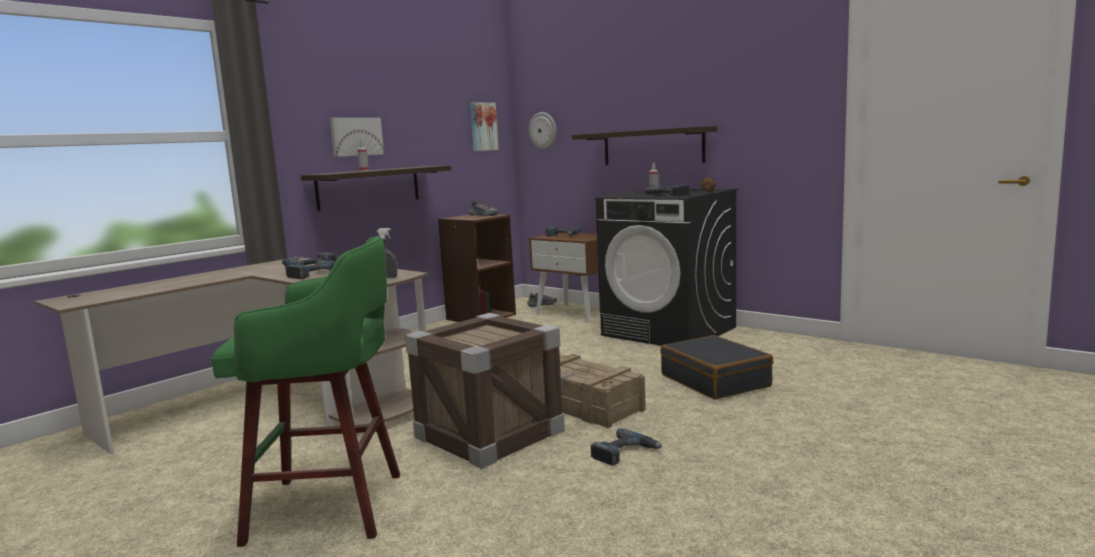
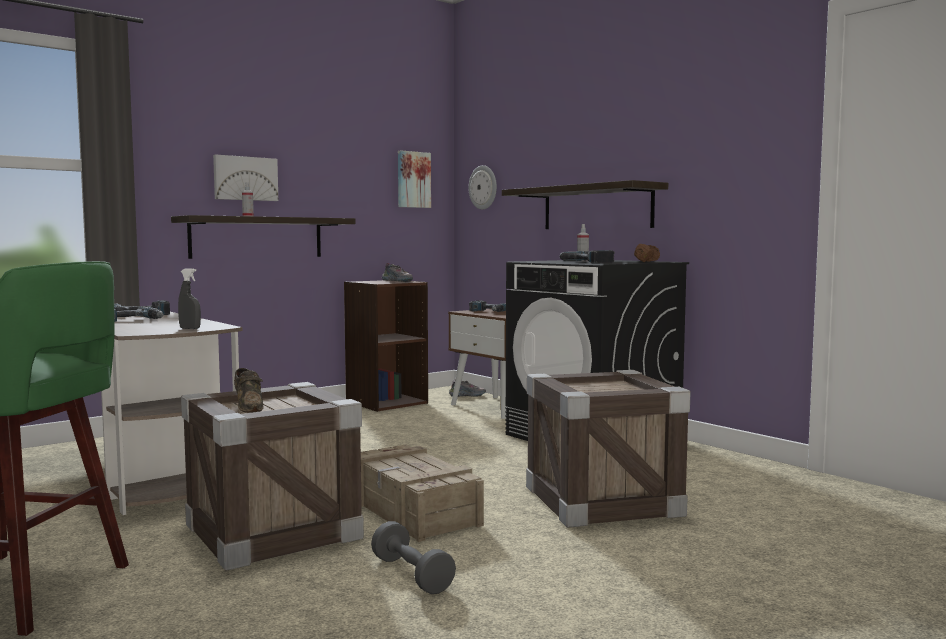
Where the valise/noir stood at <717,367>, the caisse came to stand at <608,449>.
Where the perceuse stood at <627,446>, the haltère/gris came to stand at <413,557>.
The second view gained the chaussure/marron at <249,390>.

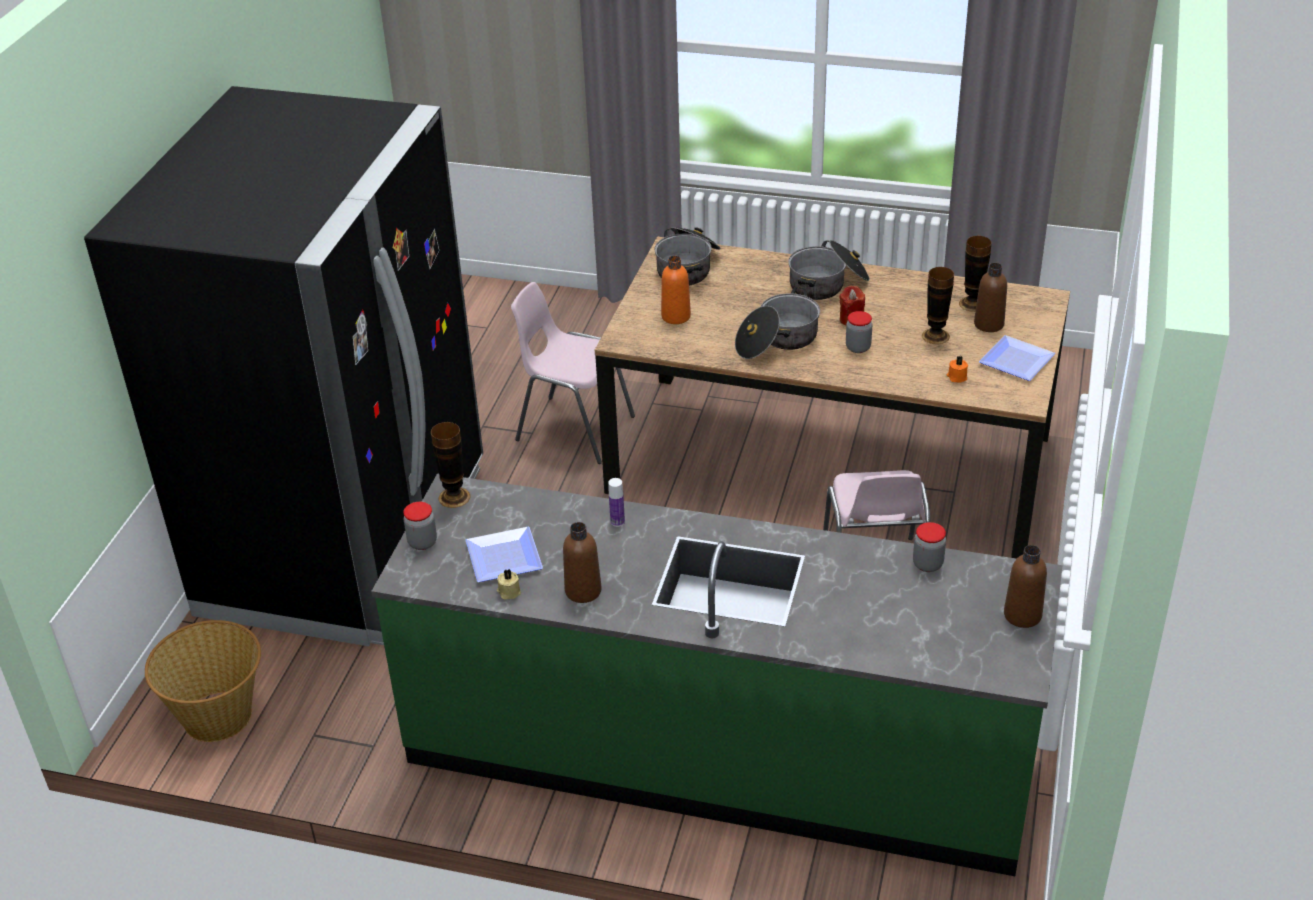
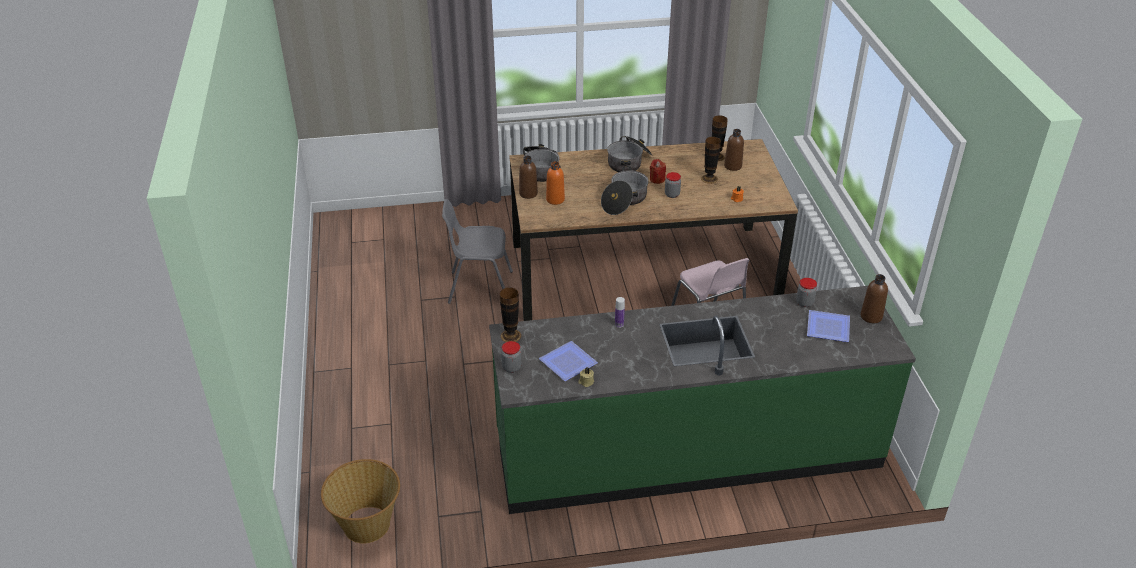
The second view lost the réfrigérateur/noir at <283,366>.
What was the chaise/rose at <573,373> turned into the chaise/gris at <477,251>.
The assiette ended up elsewhere, having gone from <1017,358> to <828,326>.
The bouteille/marron ended up elsewhere, having gone from <582,562> to <528,177>.

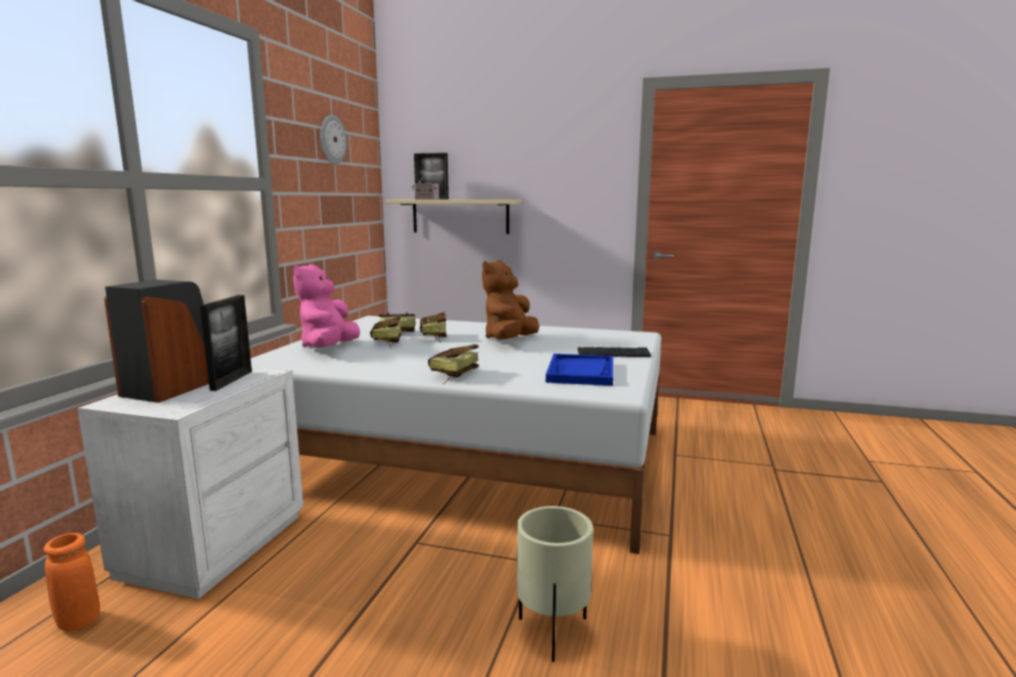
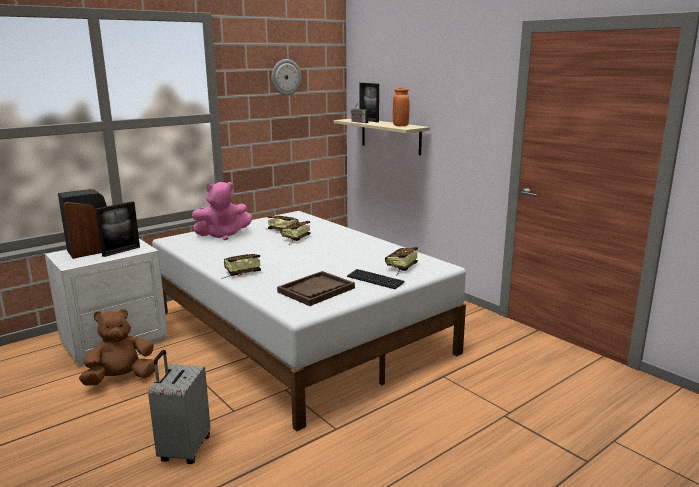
The peluche/marron ended up elsewhere, having gone from <510,300> to <117,347>.
The peluche/rose at <326,306> ended up facing another way, 150 degrees counterclockwise from before.
The livre ended up elsewhere, having gone from <385,332> to <401,261>.
What was the plateau/bleu at <579,370> turned into the plateau/marron at <316,288>.
Where the cache-pot/beige stood at <555,584>, the valise/gris came to stand at <179,407>.
The vase/orange ended up elsewhere, having gone from <71,582> to <401,107>.

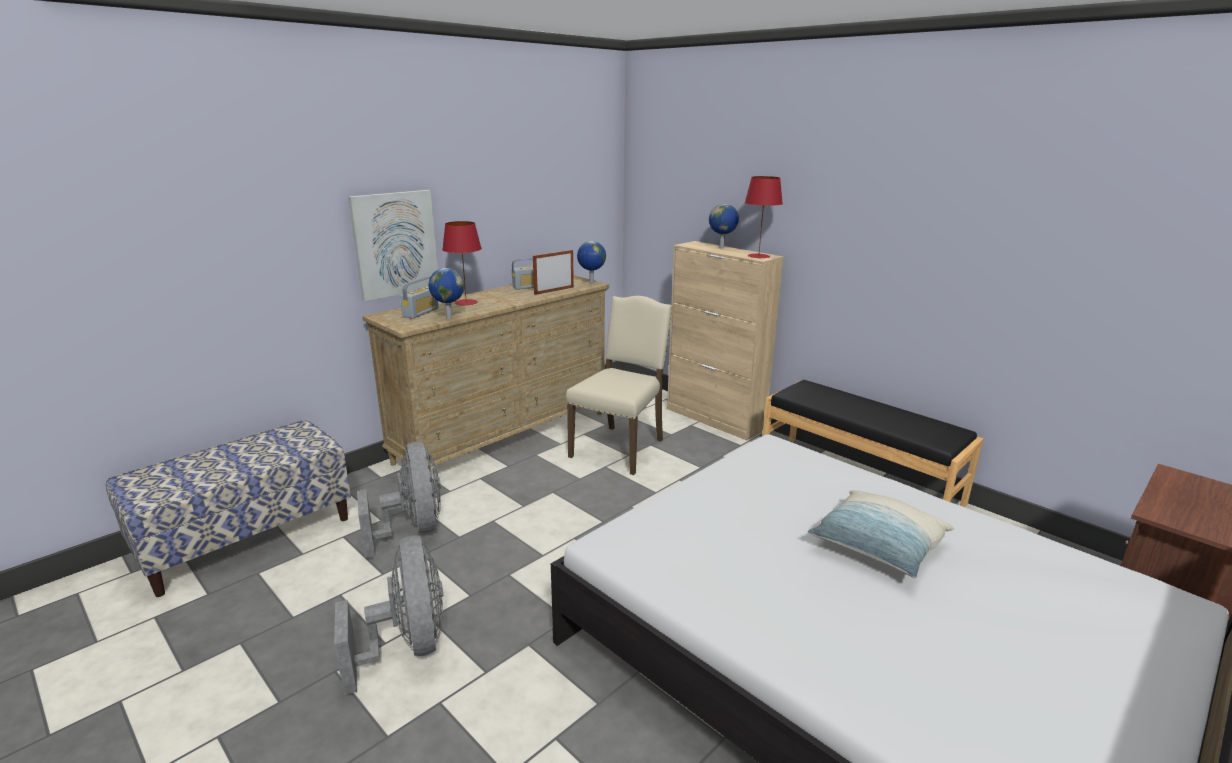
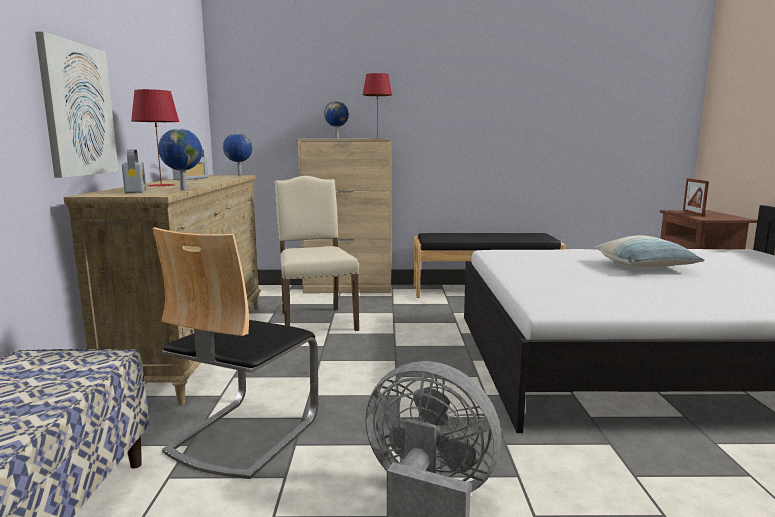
The cadre photo ended up elsewhere, having gone from <553,272> to <696,197>.
Where the ventilateur/gris stood at <399,500>, the chaise came to stand at <235,353>.

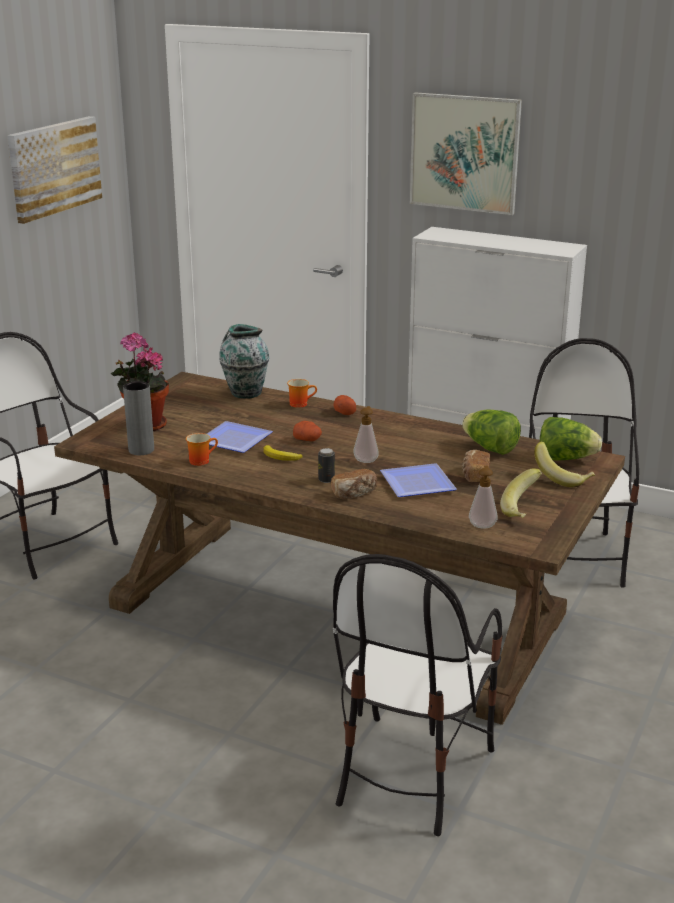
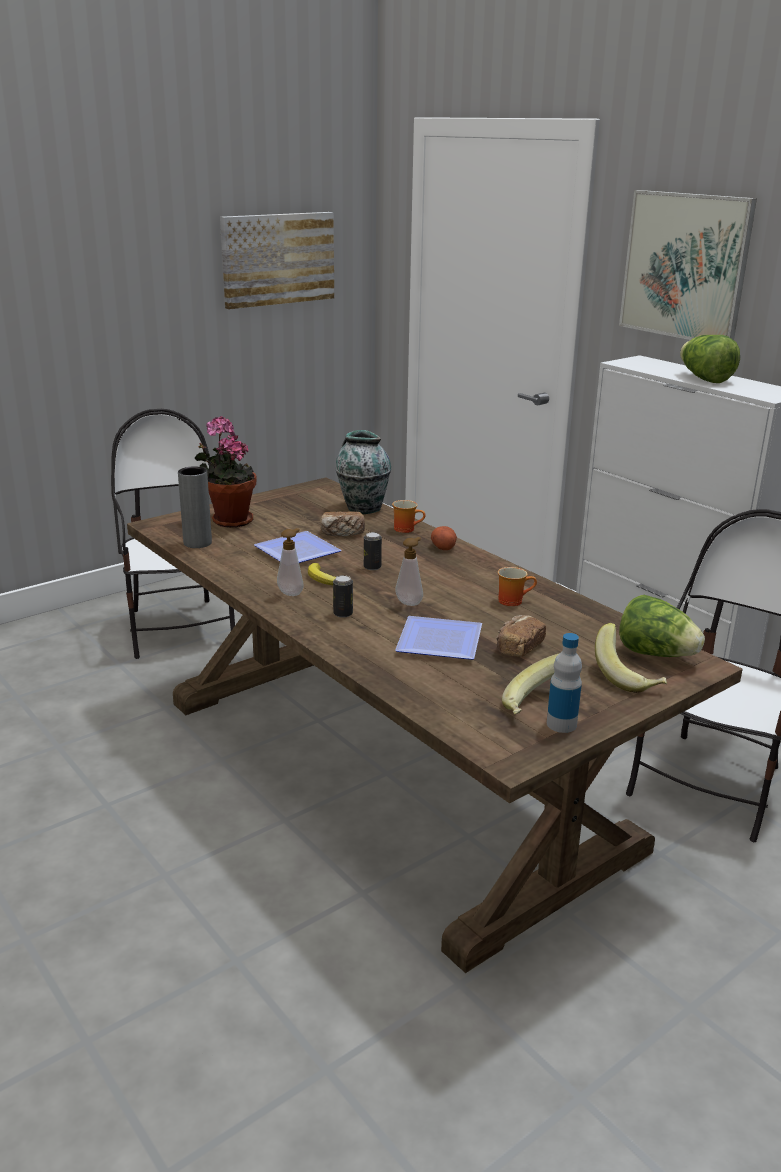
The laitue ended up elsewhere, having gone from <491,432> to <710,359>.
Where the pomme de terre stood at <307,431>, the boîte métallique came to stand at <373,551>.
The mug ended up elsewhere, having gone from <202,449> to <517,586>.
The distributeur de savon ended up elsewhere, having gone from <483,497> to <290,562>.
The pain ended up elsewhere, having gone from <354,484> to <343,523>.
The second view lost the chaise at <417,695>.
The second view gained the bouteille at <564,683>.

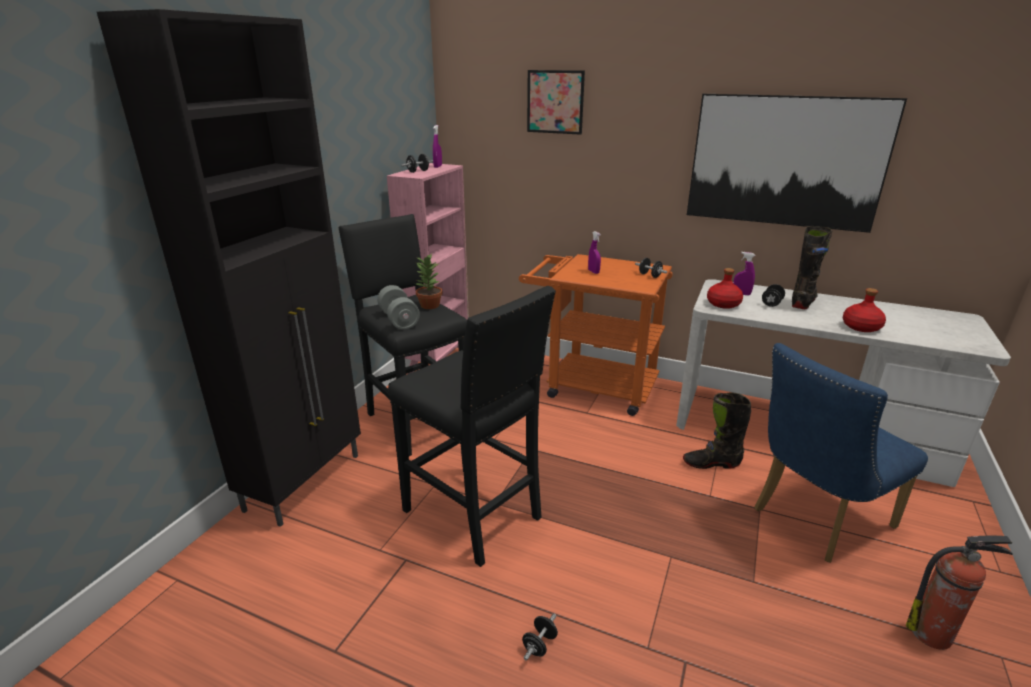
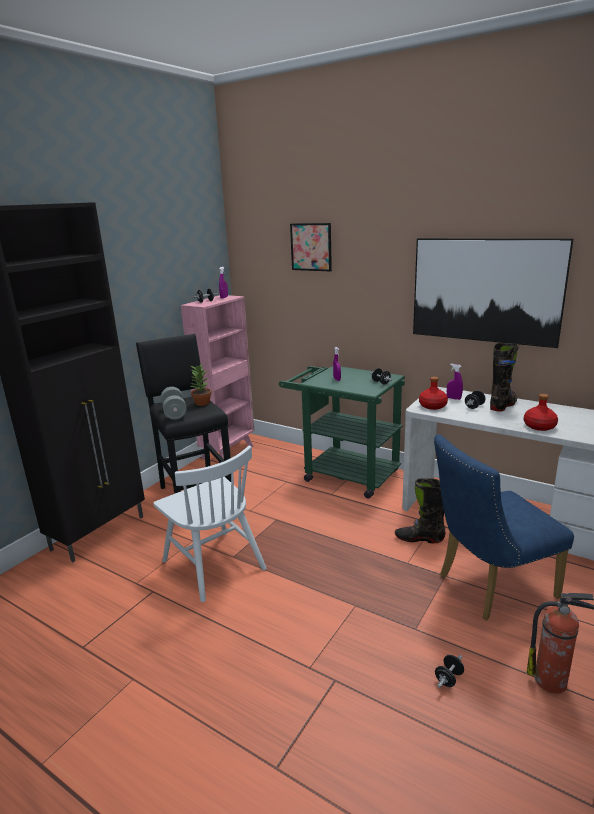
What was the chariot/orange at <596,335> turned into the chariot/vert at <342,432>.
Where the tabouret/noir stood at <472,426>, the chaise/blanc came to stand at <210,524>.
The haltère/noir ended up elsewhere, having gone from <540,637> to <449,671>.

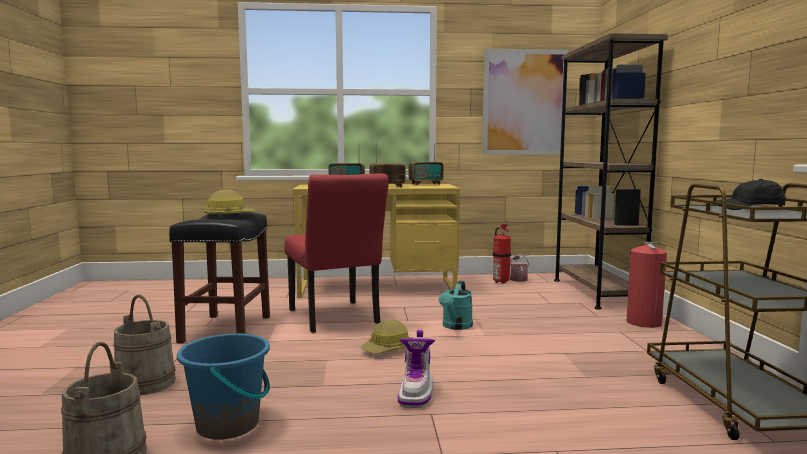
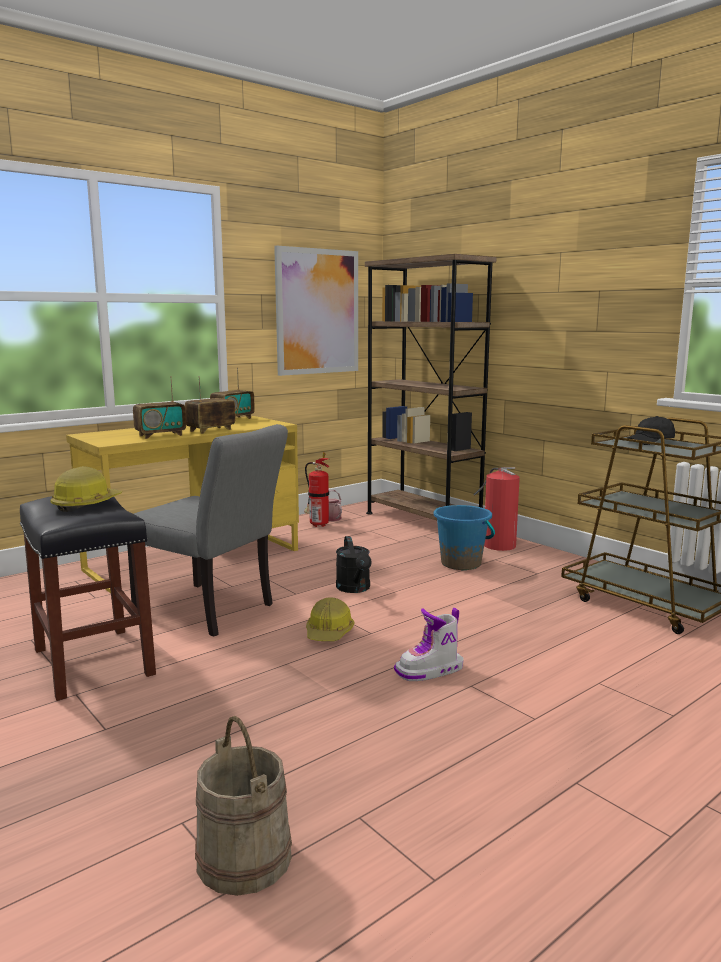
What was the chaise/rouge at <337,253> turned into the chaise/gris at <207,530>.
What was the arrosoir/turquoise at <456,305> turned into the arrosoir/noir at <354,564>.
The second view lost the seau/beige at <144,345>.
The botte at <416,369> ended up facing another way, 90 degrees clockwise from before.
The seau/bleu ended up elsewhere, having gone from <223,386> to <464,537>.

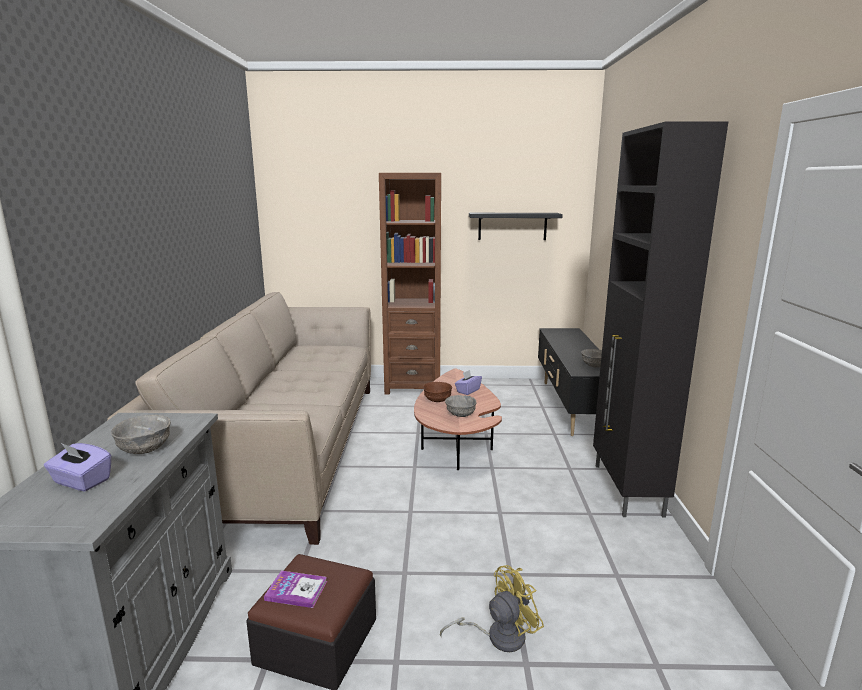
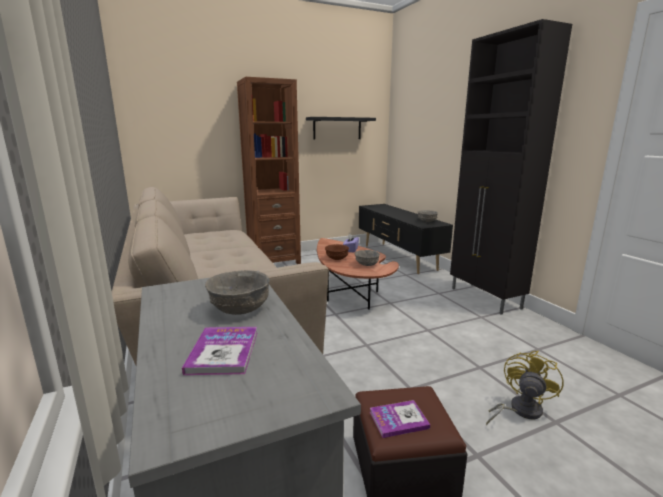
Where the boîte à mouchoirs/violet stood at <77,467>, the livre came to stand at <219,351>.

